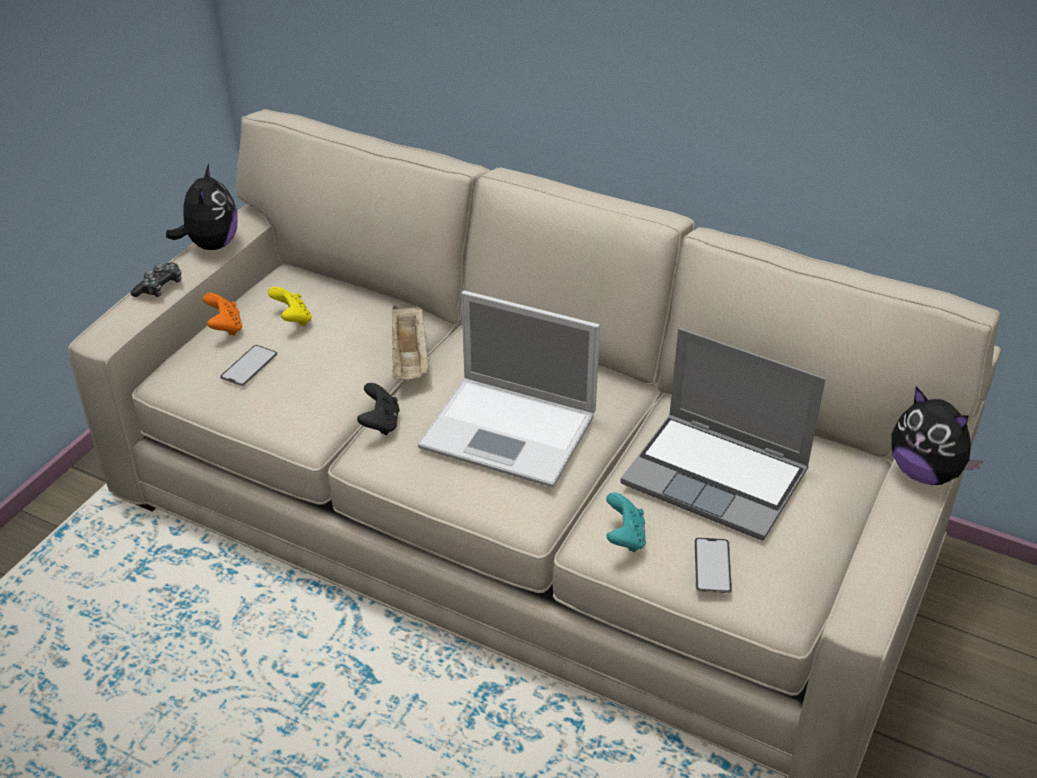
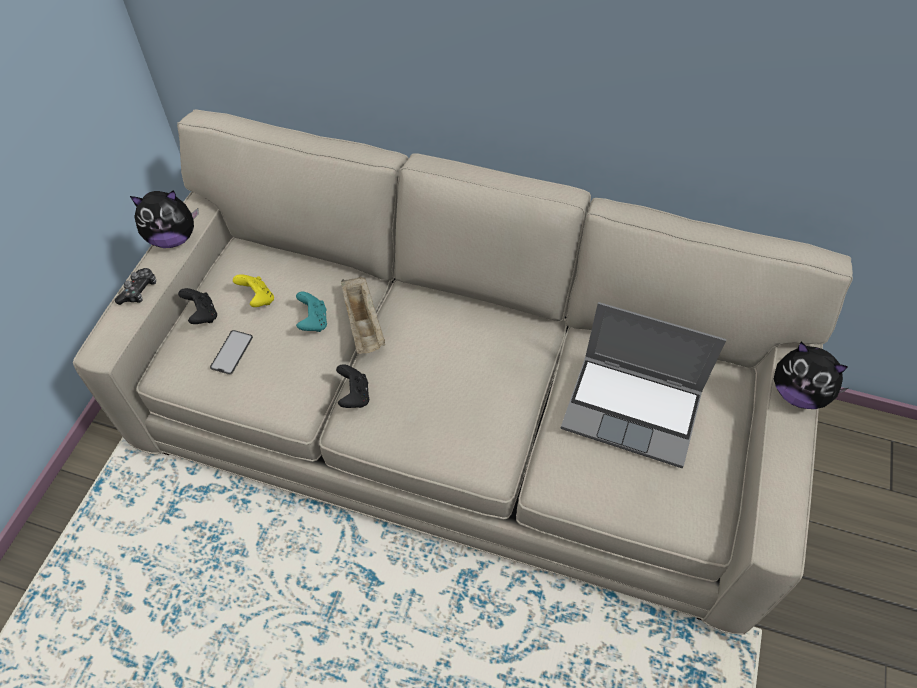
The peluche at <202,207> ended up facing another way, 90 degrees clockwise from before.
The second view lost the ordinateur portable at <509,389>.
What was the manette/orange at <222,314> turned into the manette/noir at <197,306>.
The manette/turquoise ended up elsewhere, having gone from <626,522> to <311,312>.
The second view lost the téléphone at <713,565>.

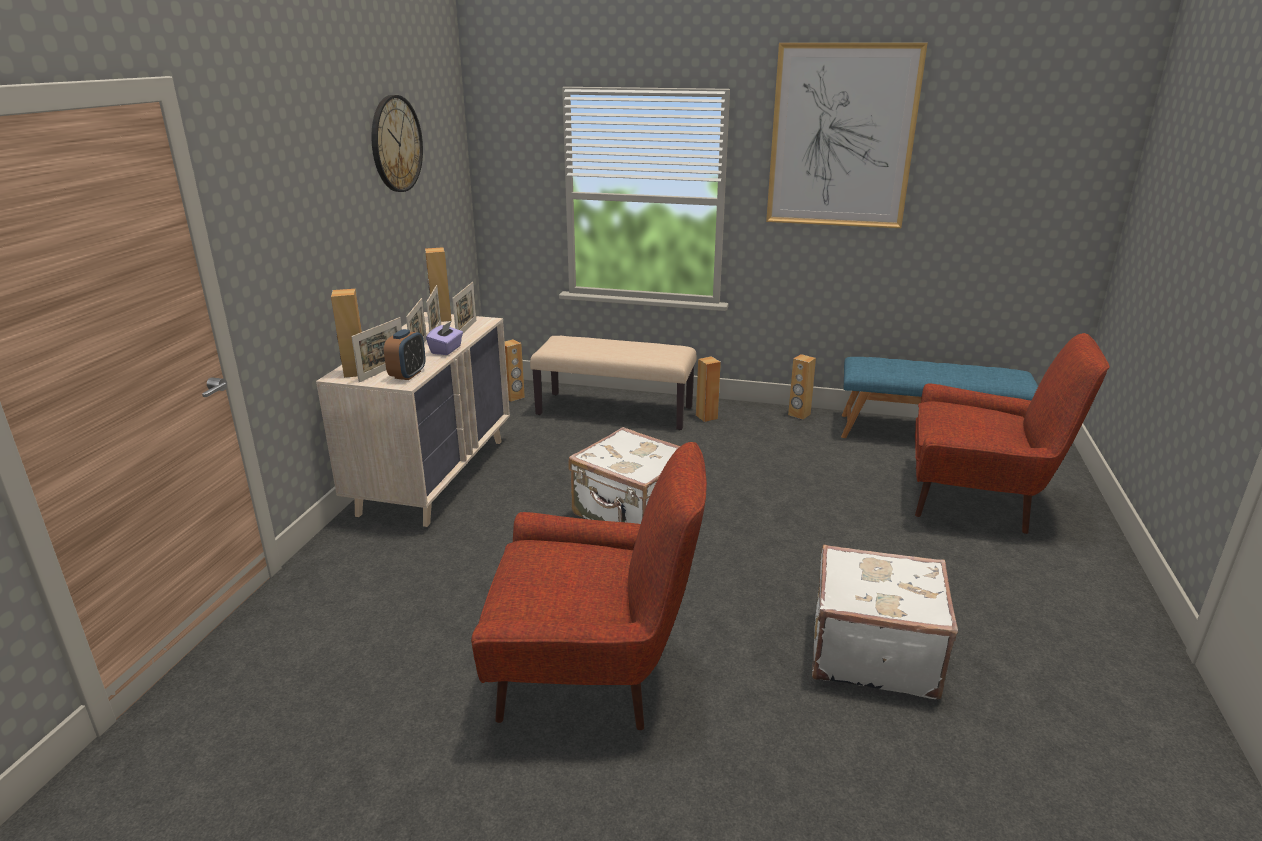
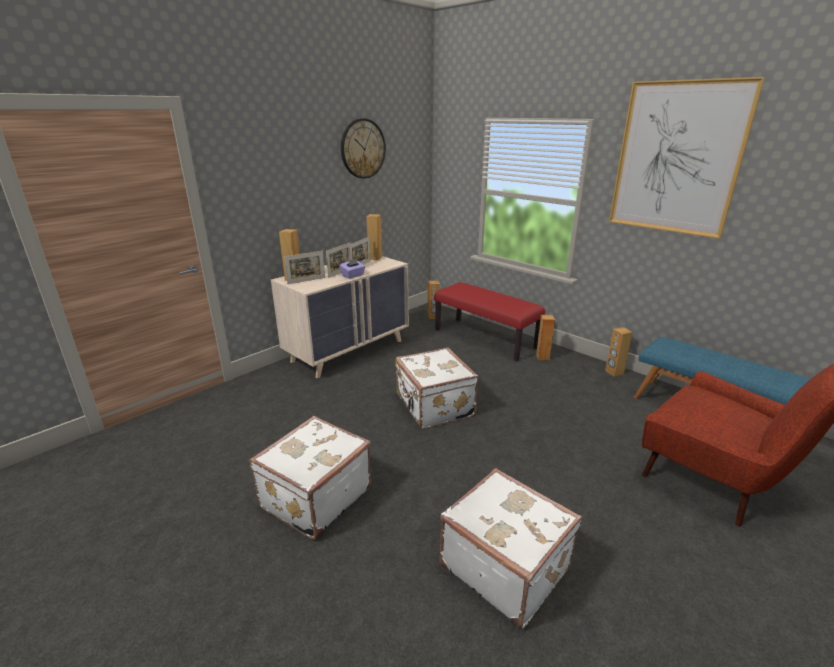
The second view lost the cadre photo at <464,307>.
The second view lost the réveil at <405,354>.
What was the banc/beige at <613,383> turned into the banc/rouge at <489,321>.
Where the fauteuil/rouge stood at <589,586>, the valise/blanc came to stand at <311,478>.

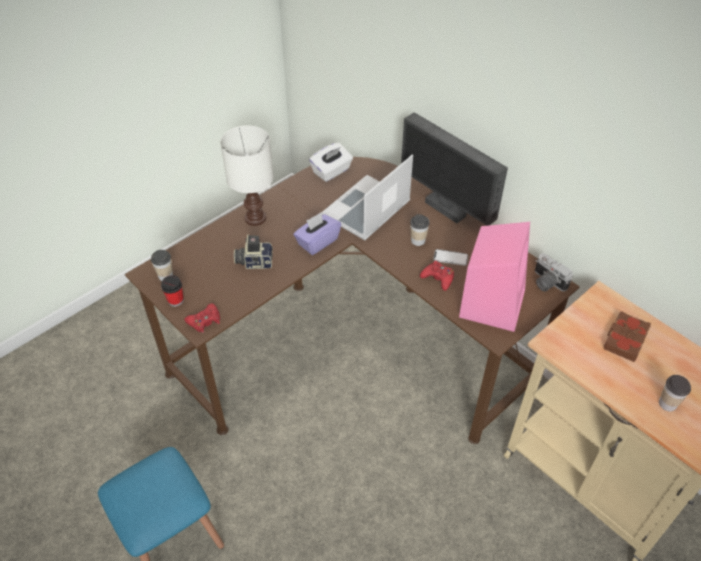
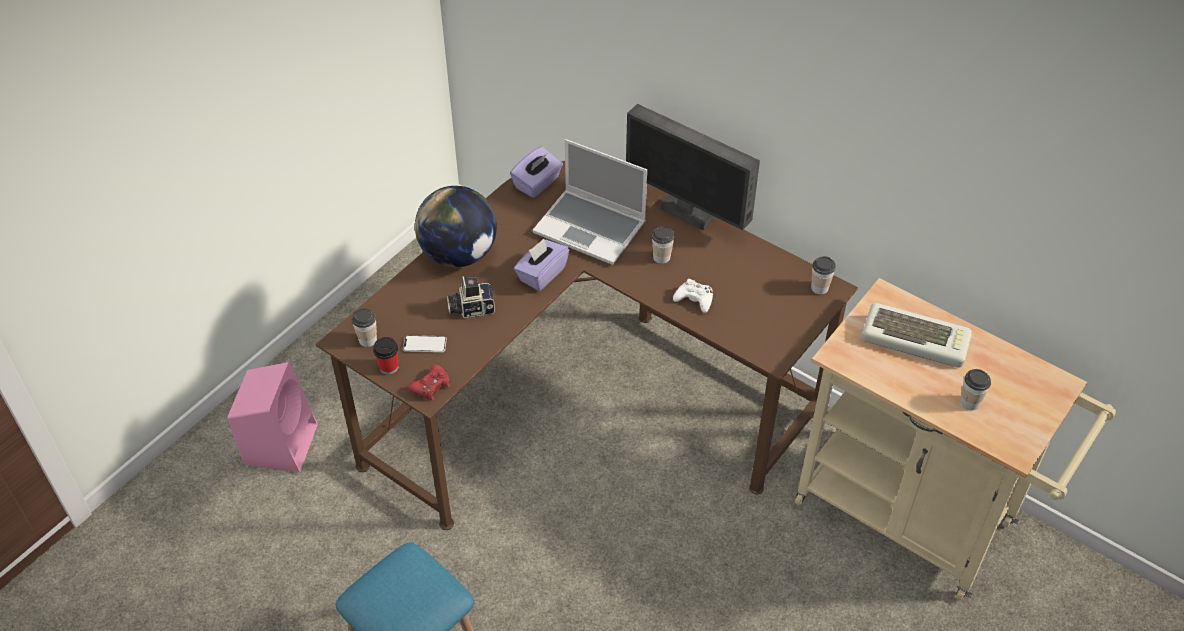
Where the lampe de table/blanc stood at <247,175>, the globe came to stand at <456,226>.
What was the boîte à mouchoirs/blanc at <331,162> turned into the boîte à mouchoirs/violet at <536,172>.
The ordinateur portable at <367,197> ended up facing another way, 90 degrees counterclockwise from before.
The enceinte/rose ended up elsewhere, having gone from <494,277> to <273,417>.
The téléphone ended up elsewhere, having gone from <450,257> to <425,344>.
Where the appareil photo stood at <554,272>, the tasse came to stand at <823,275>.
What was the manette/rouge at <437,276> turned into the manette/blanc at <693,296>.
Where the livre/marron stood at <627,336>, the clavier came to stand at <917,335>.

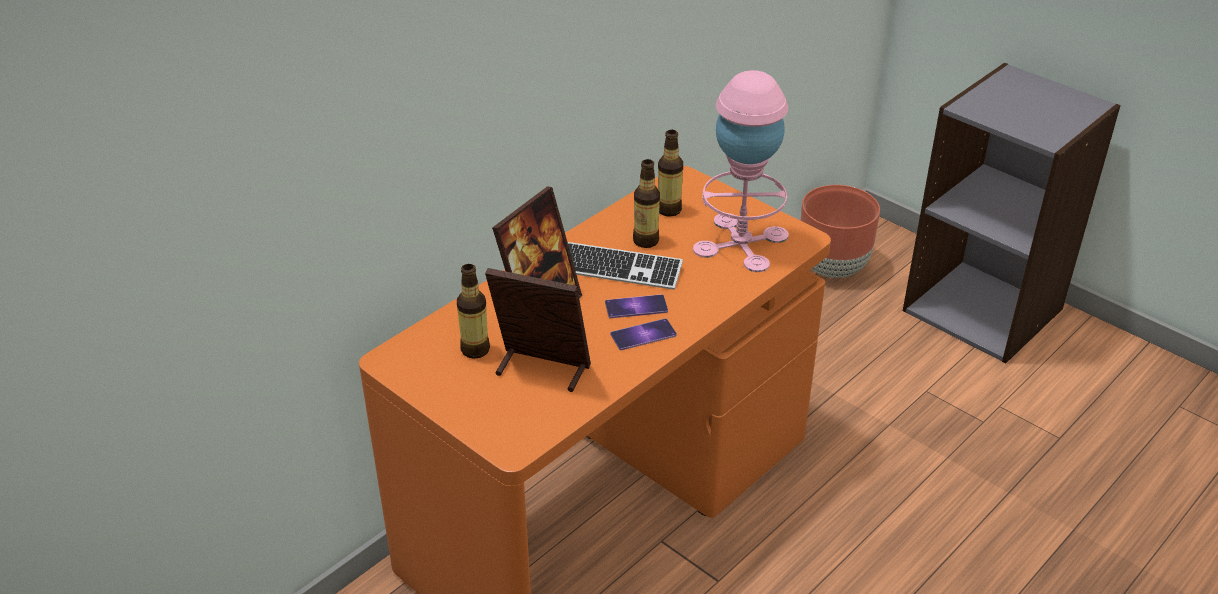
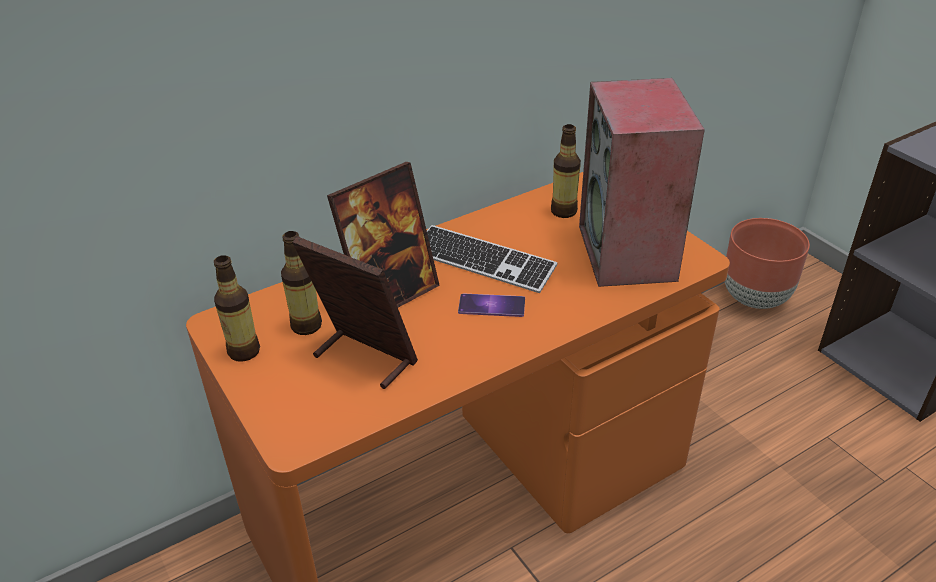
Where the lampe de table/rose stood at <741,171>, the enceinte came to stand at <642,182>.
The bouteille ended up elsewhere, having gone from <646,203> to <237,308>.
The second view lost the téléphone at <643,334>.

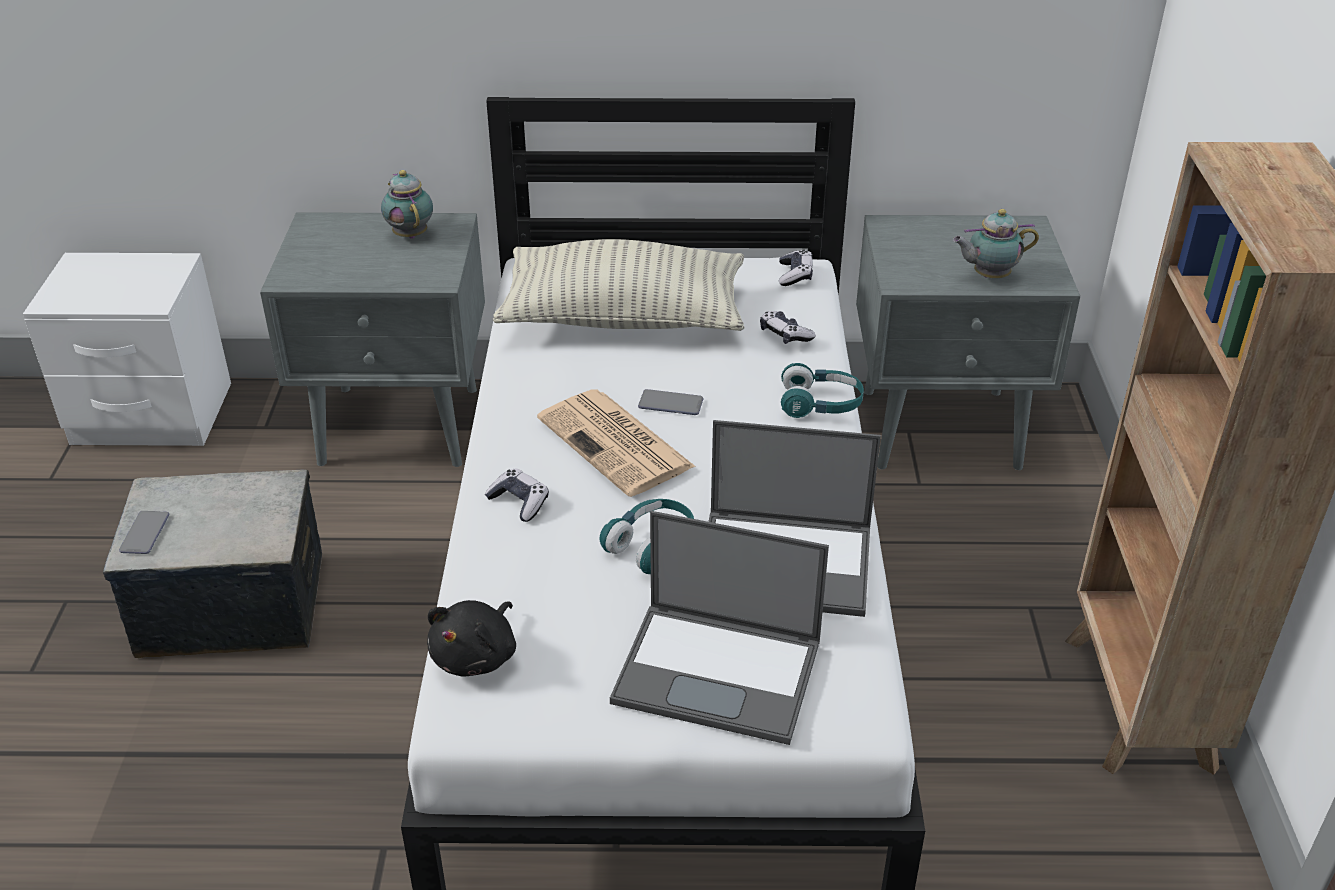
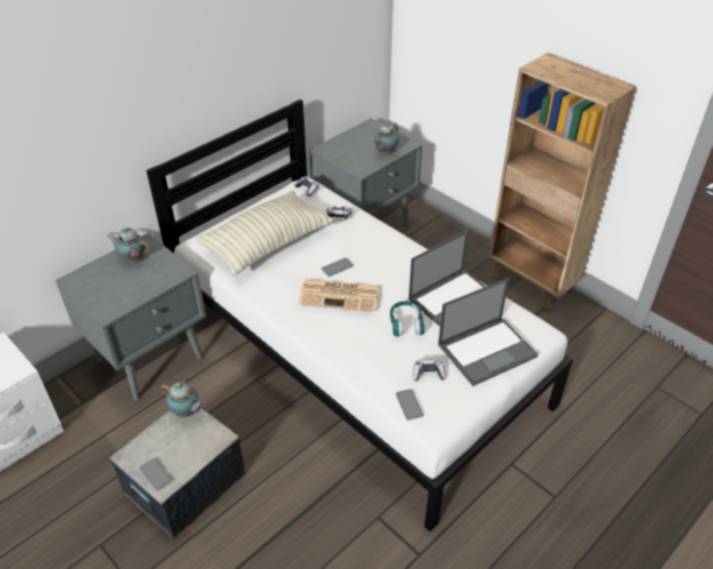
The second view lost the casque audio/turquoise at <822,390>.
The manette ended up elsewhere, having gone from <517,495> to <429,370>.
Where the peluche/noir stood at <471,638>, the téléphone came to stand at <409,404>.
The second view gained the théière at <183,400>.

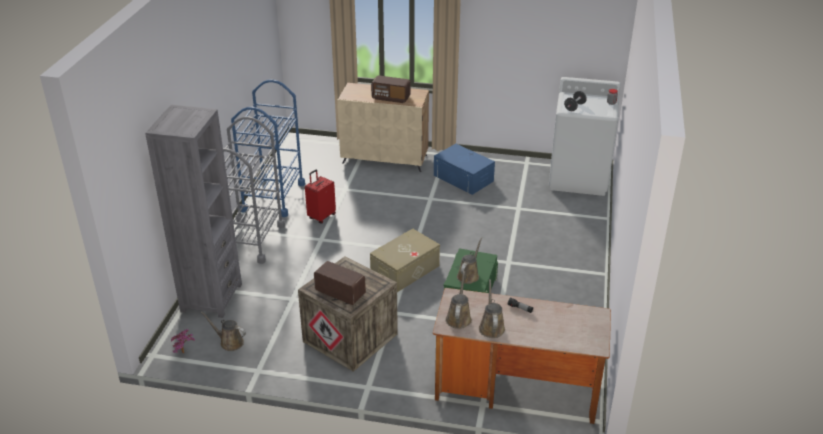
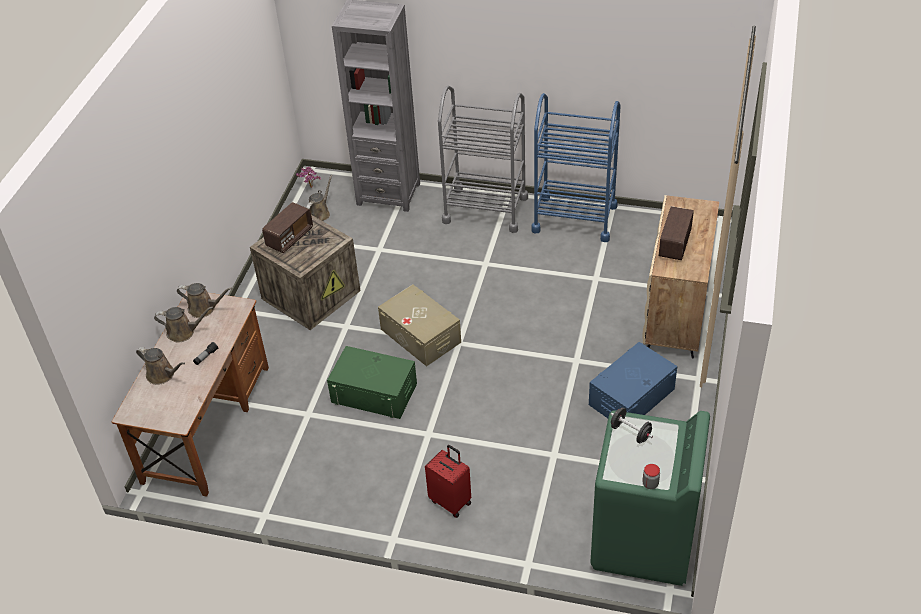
What was the lave-linge/blanc at <585,136> turned into the lave-linge/vert at <650,498>.
The valise/rouge ended up elsewhere, having gone from <320,196> to <448,481>.
The arrosoir/marron ended up elsewhere, having gone from <469,260> to <160,366>.

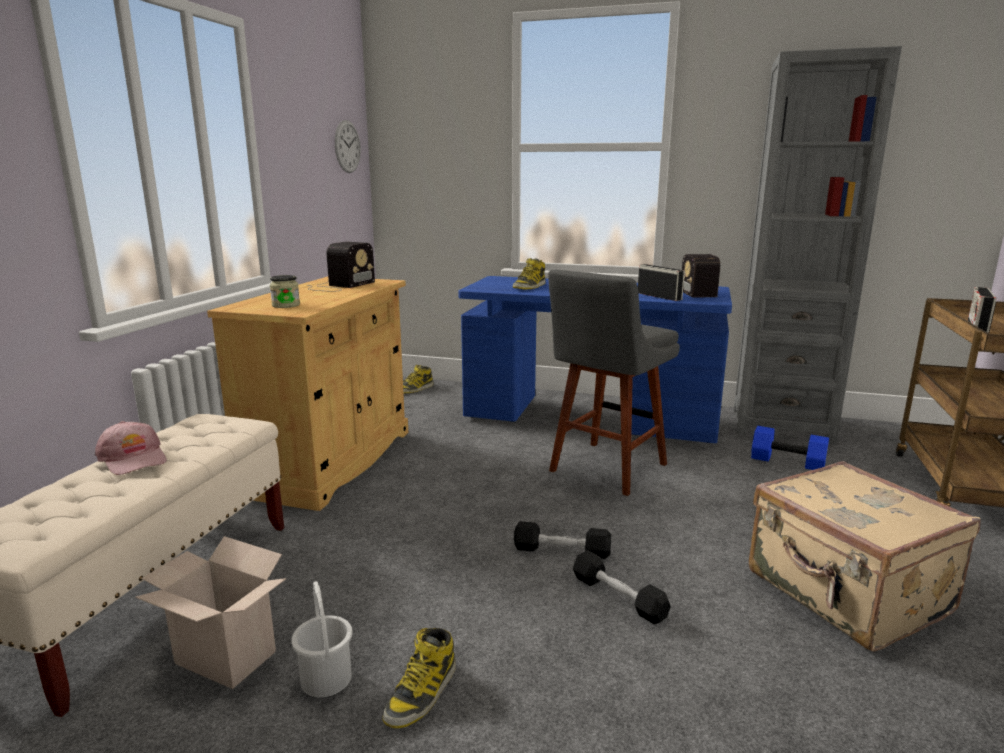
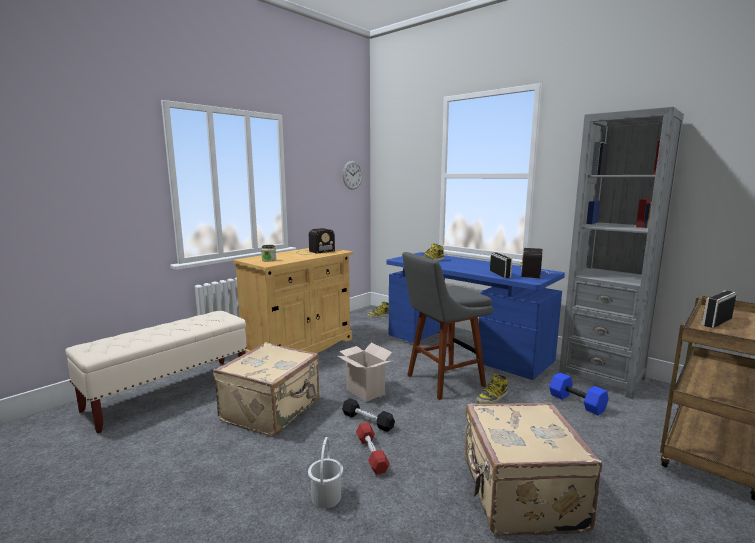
The second view lost the casquette/rose at <131,448>.
The carton ended up elsewhere, having gone from <210,612> to <365,372>.
What was the haltère/noir at <622,587> turned into the haltère/rouge at <373,448>.
The seau/blanc ended up elsewhere, having gone from <322,639> to <325,473>.
The botte ended up elsewhere, having gone from <419,678> to <492,388>.
The second view gained the valise/beige at <266,390>.

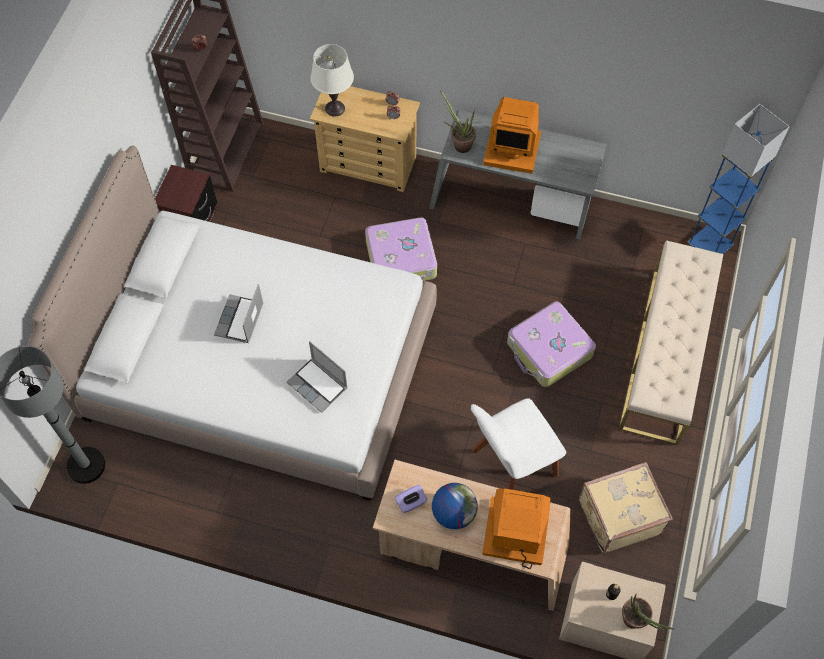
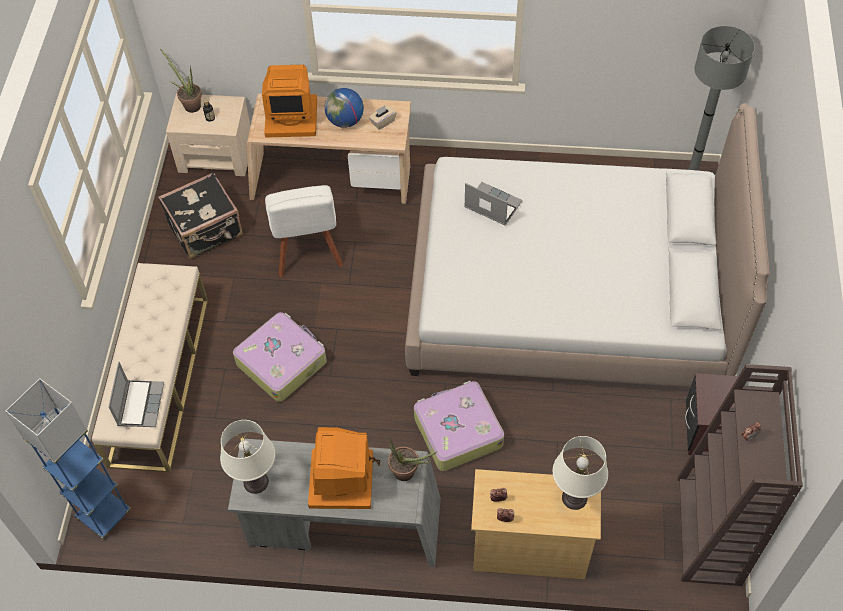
The écran d'ordinateur at <512,135> ended up facing another way, 90 degrees counterclockwise from before.
The ordinateur portable ended up elsewhere, having gone from <239,313> to <136,394>.
The chaise/blanc at <518,444> ended up facing another way, 120 degrees clockwise from before.
What was the valise/beige at <626,508> turned into the valise/noir at <200,215>.
What was the boîte à mouchoirs/violet at <411,499> turned into the boîte à mouchoirs/beige at <383,117>.
The second view gained the lampe de table/blanc at <247,457>.

